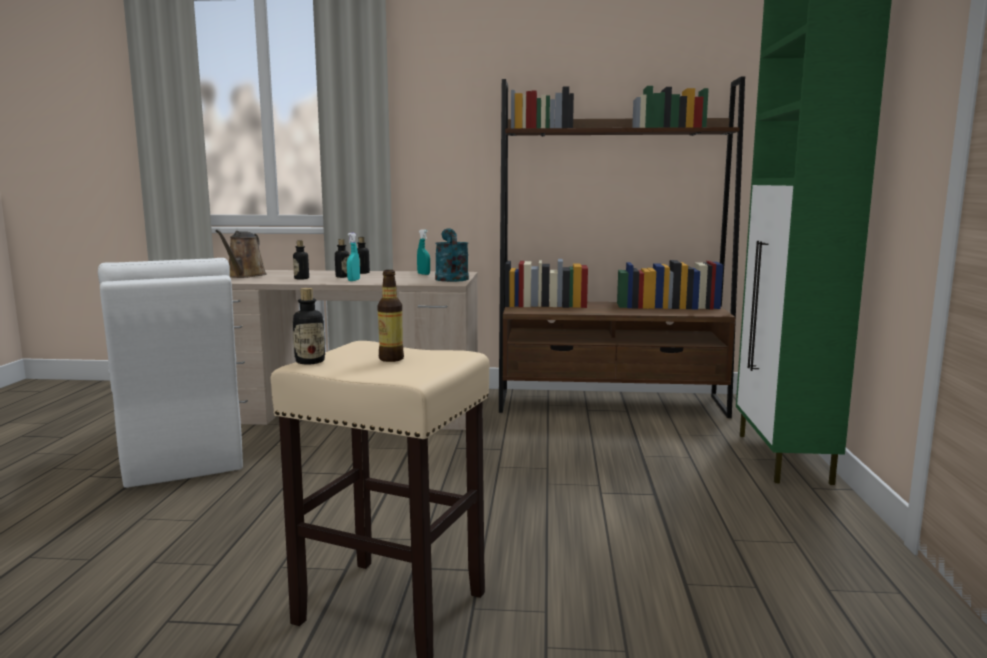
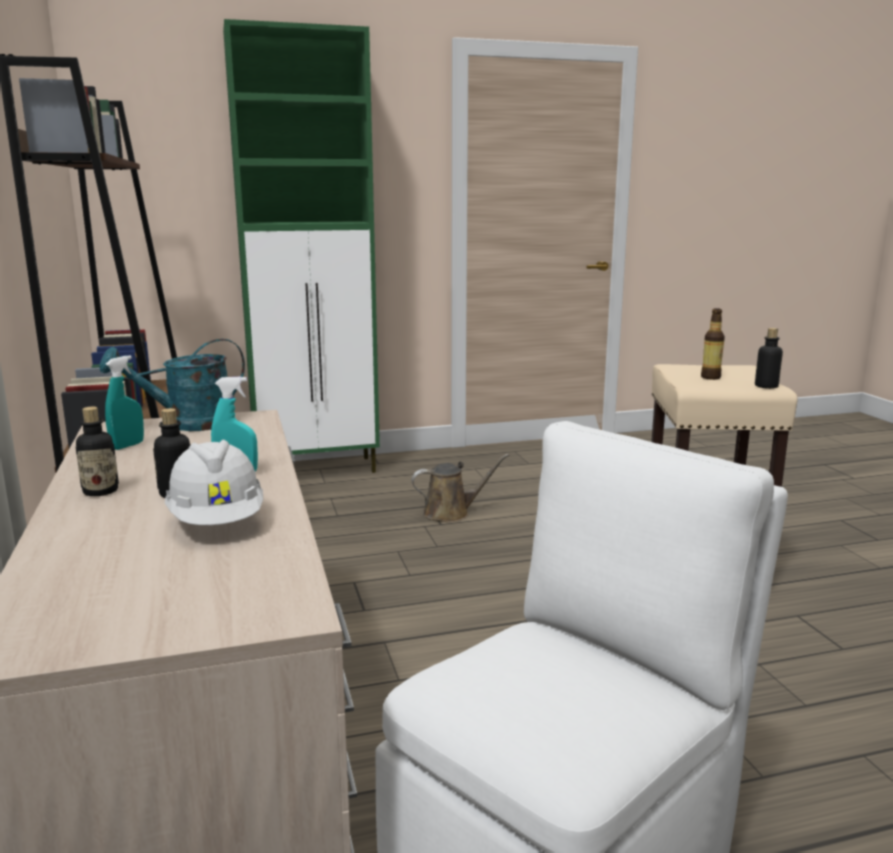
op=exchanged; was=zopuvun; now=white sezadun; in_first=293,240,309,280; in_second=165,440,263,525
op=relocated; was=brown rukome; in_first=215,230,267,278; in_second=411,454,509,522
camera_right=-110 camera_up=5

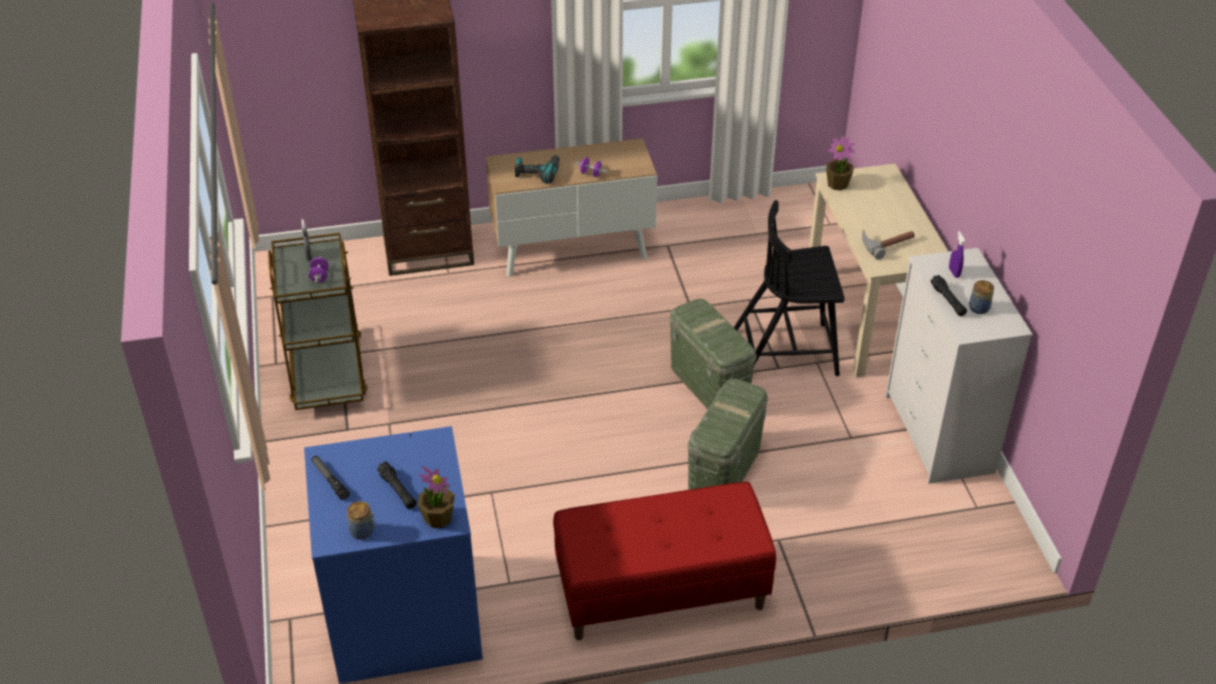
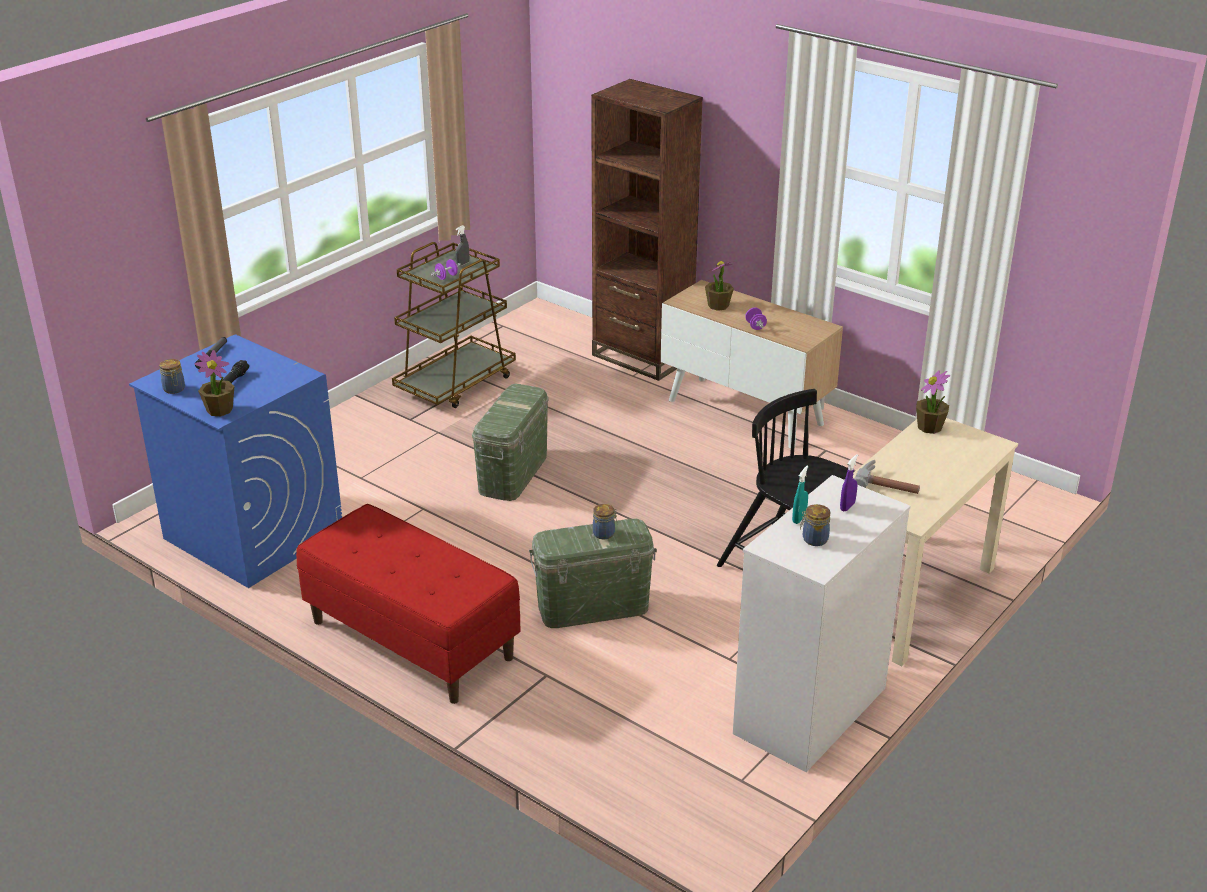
op=relocated; was=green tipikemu; in_first=669,298,757,409; in_second=472,384,549,501
op=appeared; now=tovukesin; in_second=593,504,618,539
op=exchanged; was=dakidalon; now=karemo; in_first=515,155,560,184; in_second=705,261,734,311
op=exchanged; was=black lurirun; now=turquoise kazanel; in_first=930,275,967,316; in_second=792,466,808,524
camera_right=50 camera_up=-10

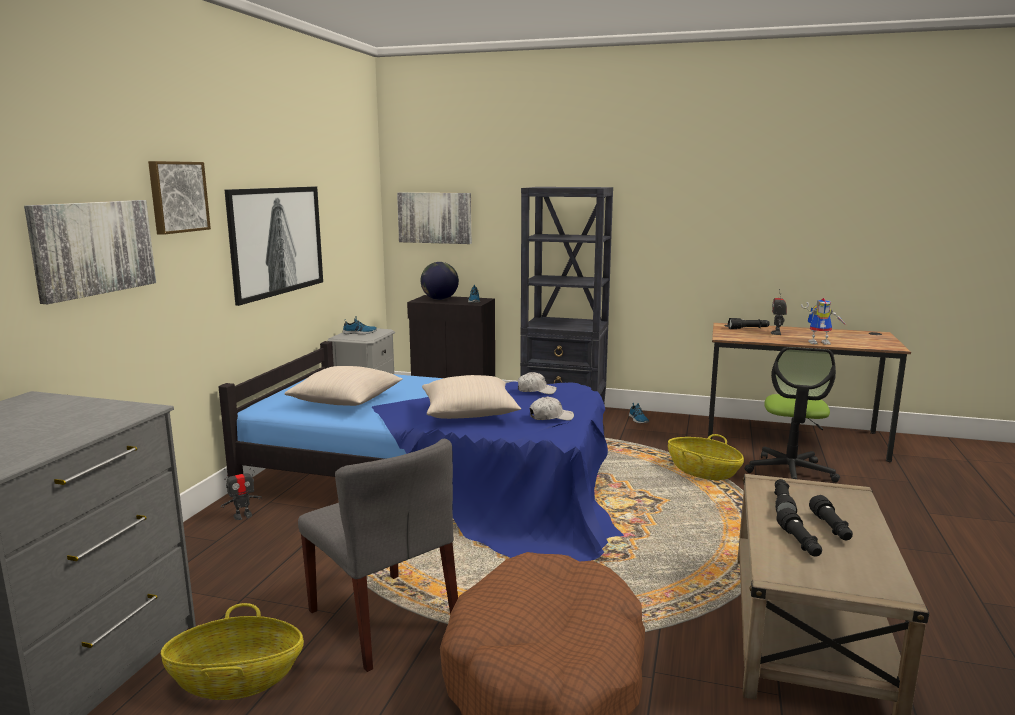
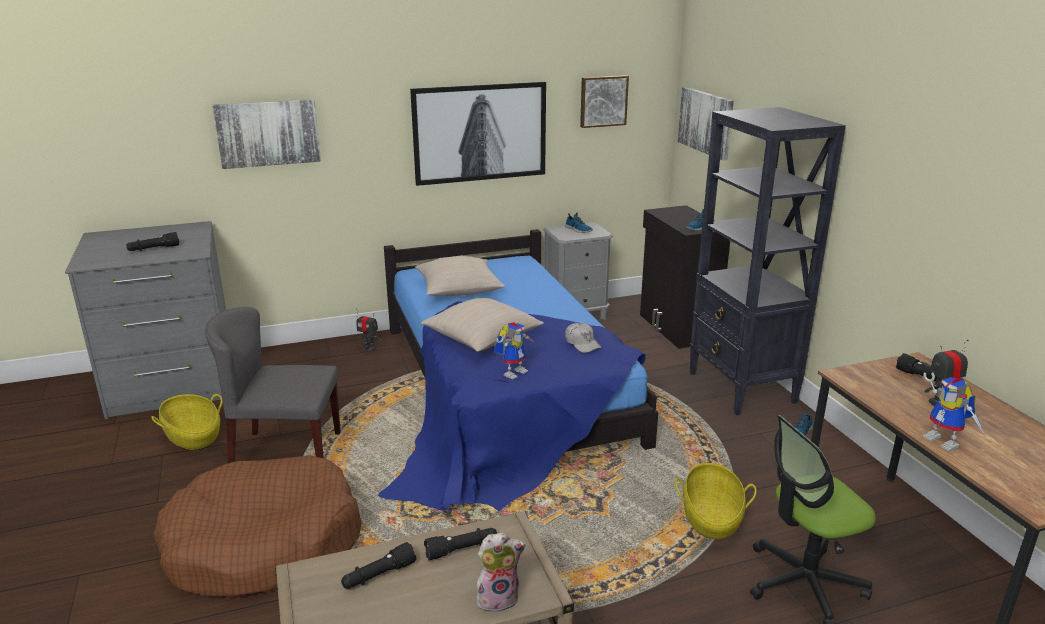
op=relocated; was=black lurirun; in_first=809,495,853,540; in_second=126,232,179,251
op=spun; was=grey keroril; in_first=298,439,458,672; in_second=205,307,341,463; clockwise=75
op=appeared; now=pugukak; in_second=476,532,526,613
op=exchanged; was=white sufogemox; now=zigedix; in_first=530,397,574,421; in_second=494,322,534,380
op=relocated; was=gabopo; in_first=148,161,211,235; in_second=580,75,629,128
op=missing; was=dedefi; in_first=421,262,459,300
camera_right=55 camera_up=10

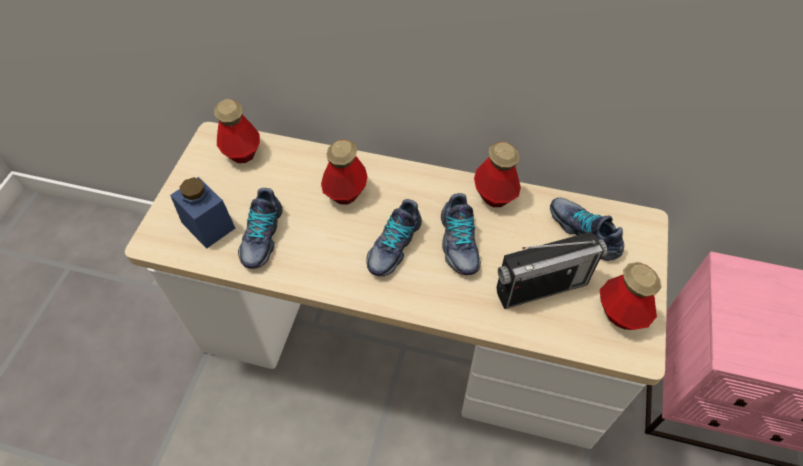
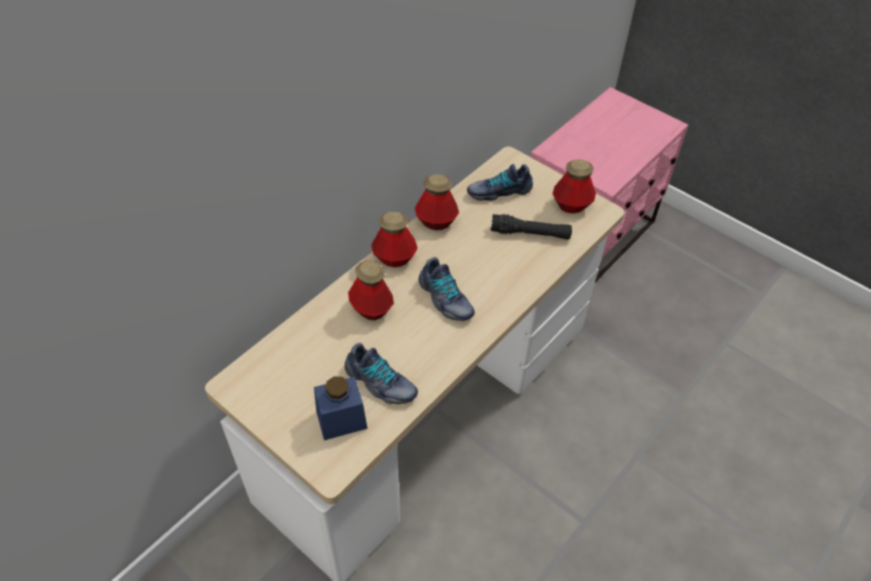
op=relocated; was=zopuvun; in_first=214,99,260,163; in_second=371,212,418,267
op=exchanged; was=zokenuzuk; now=black lurirun; in_first=496,232,608,309; in_second=491,214,572,240
op=missing; was=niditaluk; in_first=441,193,481,275
camera_right=-65 camera_up=-5

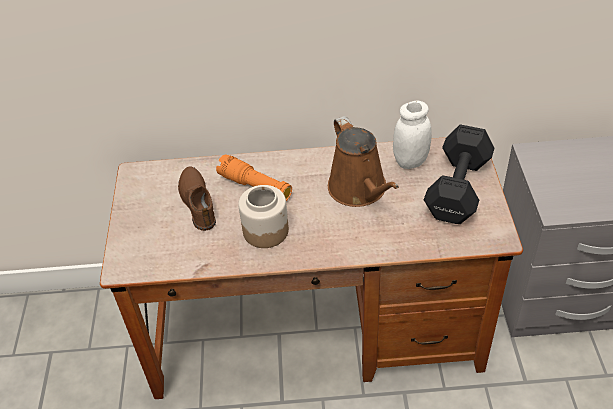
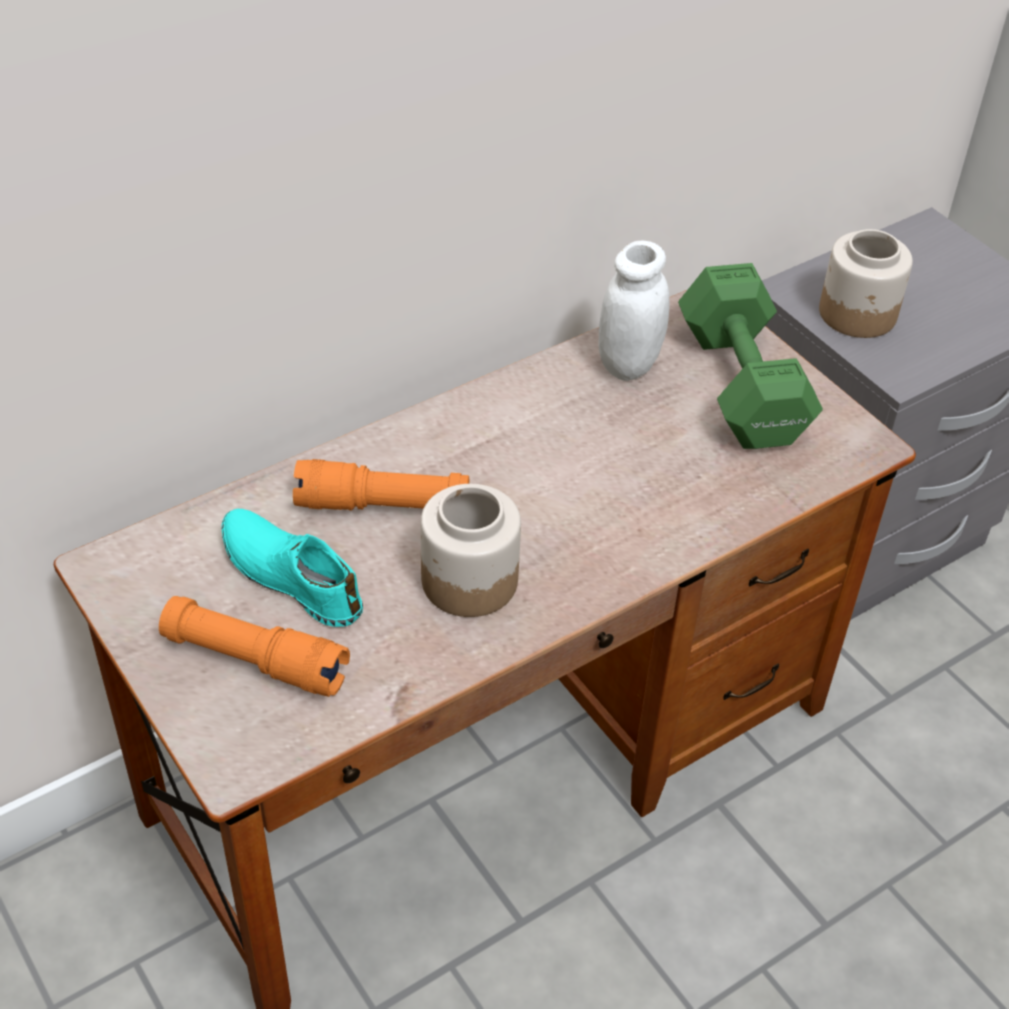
op=appeared; now=orange lurirun; in_second=159,596,350,697
op=colour; was=brown niditaluk; now=turquoise niditaluk; in_first=178,166,216,231; in_second=222,509,363,627
op=colour; was=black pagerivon; now=green pagerivon; in_first=424,124,495,224; in_second=678,263,823,449
op=appeared; now=tovukesin; in_second=819,229,913,338
op=missing; was=brown rukome; in_first=328,116,399,207
camera_right=-35 camera_up=0

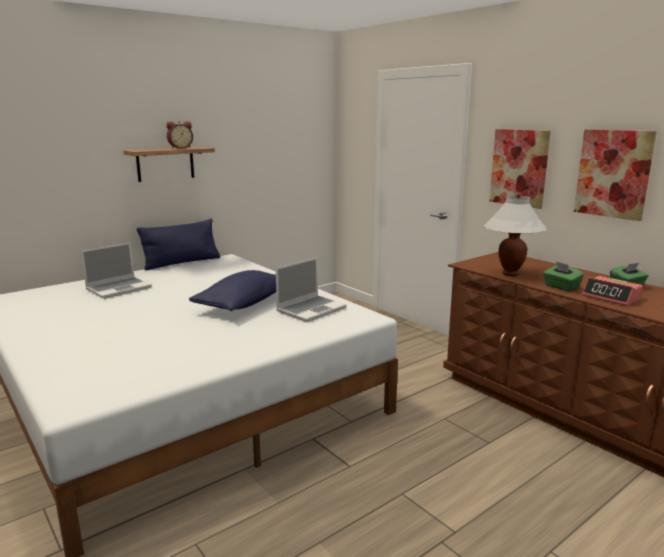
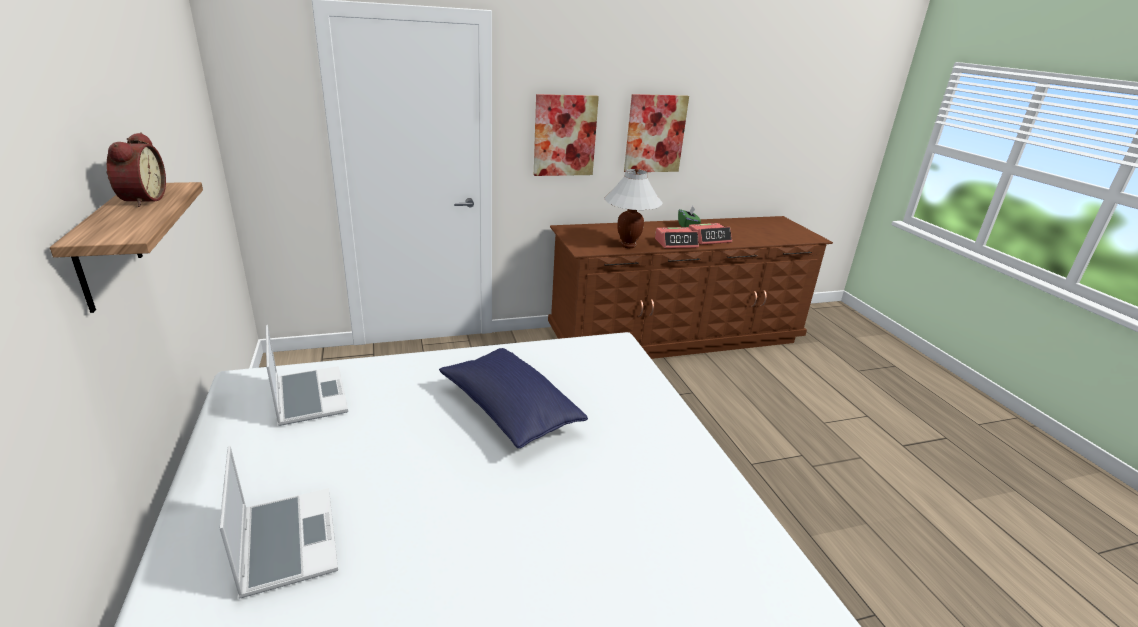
op=relocated; was=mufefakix; in_first=276,257,347,322; in_second=266,325,348,426
op=exchanged; was=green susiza; now=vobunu; in_first=543,261,584,291; in_second=655,227,699,248
op=missing; was=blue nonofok; in_first=137,219,220,270
camera_right=-70 camera_up=10

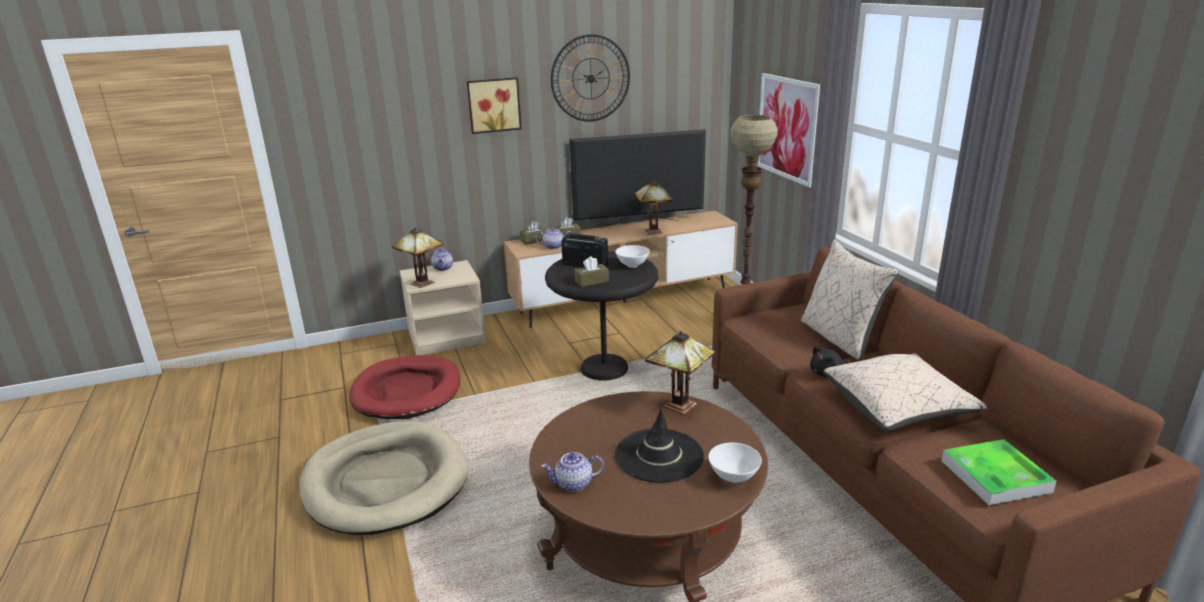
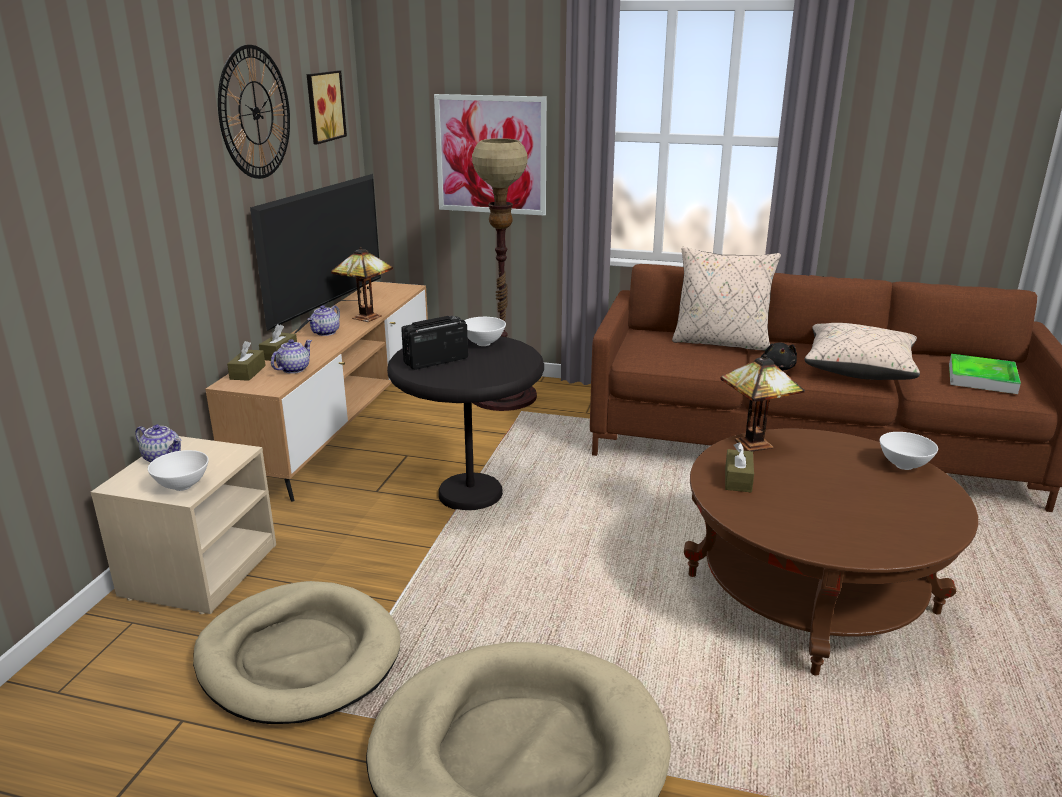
op=exchanged; was=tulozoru; now=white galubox; in_first=392,227,444,288; in_second=148,450,209,491
op=colour; was=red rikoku; now=beige rikoku; in_first=349,355,461,419; in_second=193,581,401,724
op=relocated; was=gabopo; in_first=467,77,522,134; in_second=307,71,347,144
op=relocated; was=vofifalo; in_first=541,452,604,492; in_second=307,305,340,336
op=relocated; was=brown susiza; in_first=574,256,609,287; in_second=725,442,754,492
op=missing; was=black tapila; in_first=615,408,704,483
camera_right=-55 camera_up=0

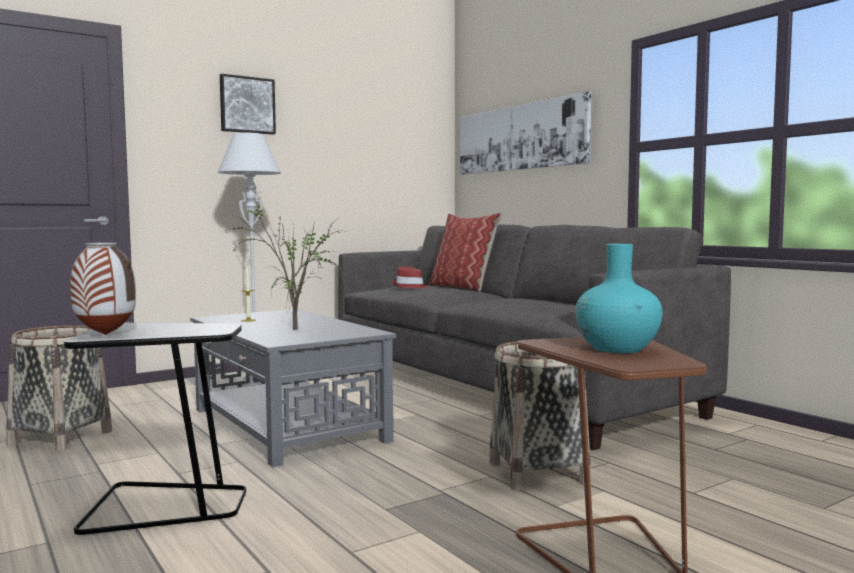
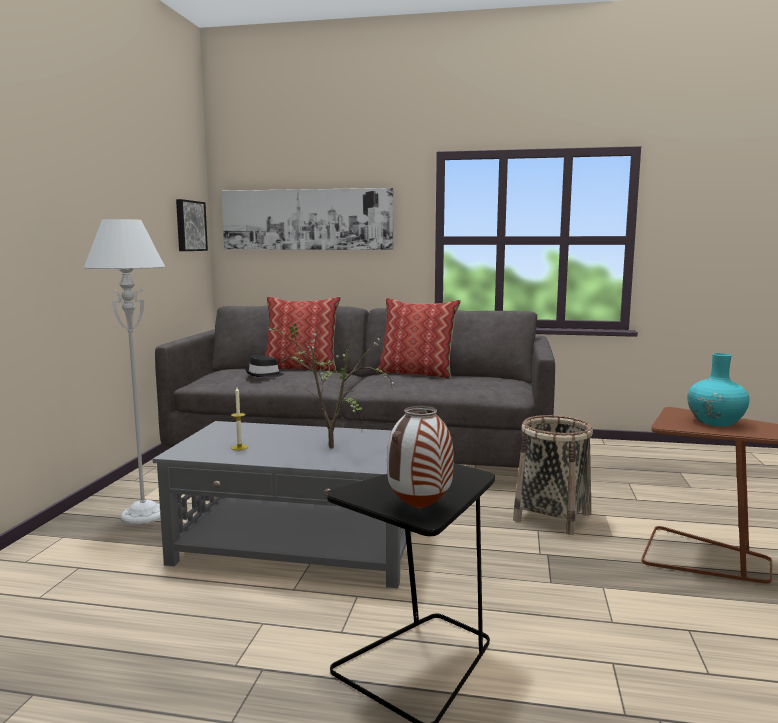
op=relocated; was=gabopo; in_first=220,74,276,135; in_second=176,199,208,251
op=colour; was=red tapila; now=black tapila; in_first=392,267,428,288; in_second=245,355,284,377
op=appeared; now=nonofok; in_second=376,298,461,379
op=missing; was=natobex; in_first=6,325,112,451
camera_right=-45 camera_up=5

